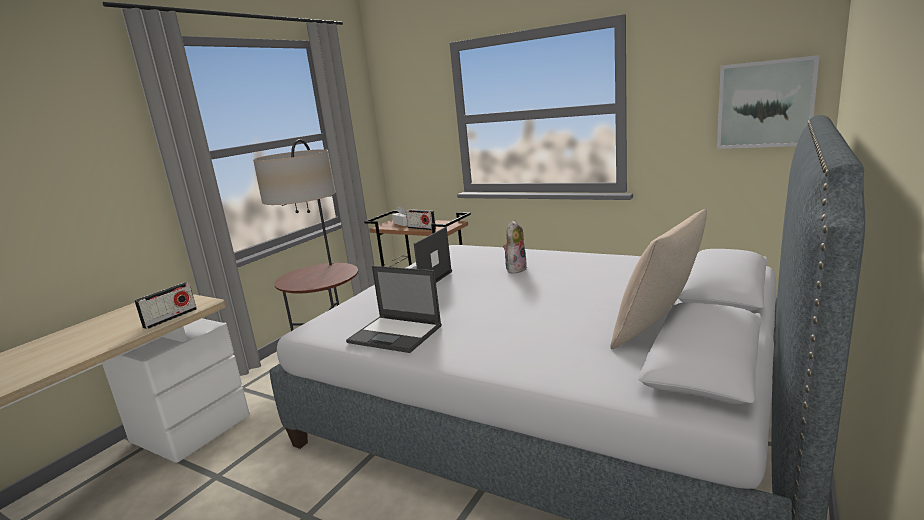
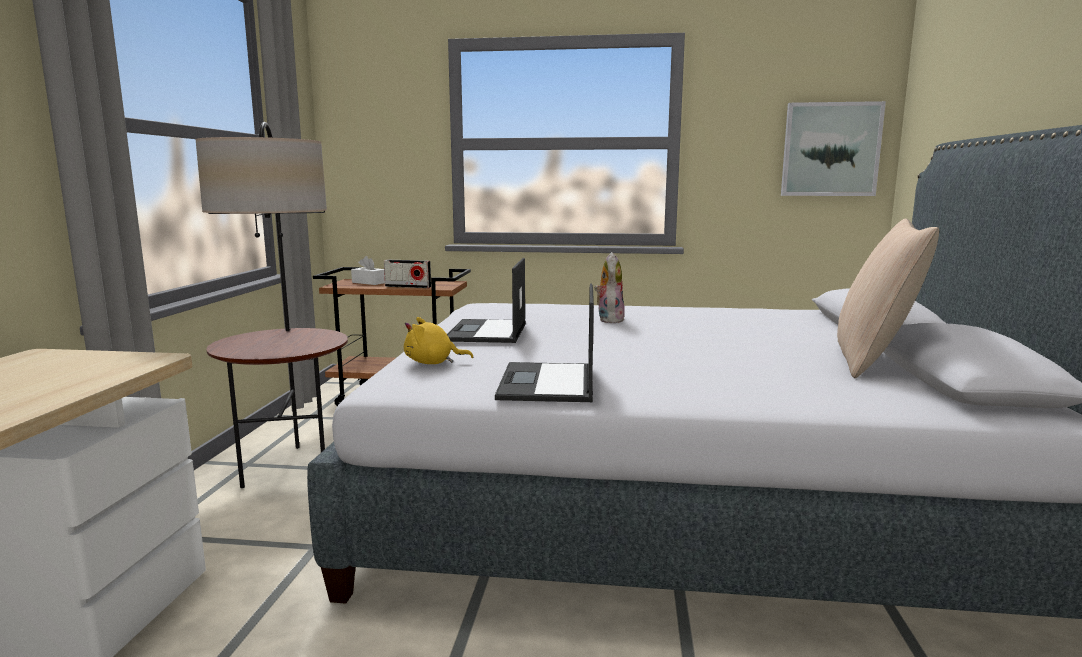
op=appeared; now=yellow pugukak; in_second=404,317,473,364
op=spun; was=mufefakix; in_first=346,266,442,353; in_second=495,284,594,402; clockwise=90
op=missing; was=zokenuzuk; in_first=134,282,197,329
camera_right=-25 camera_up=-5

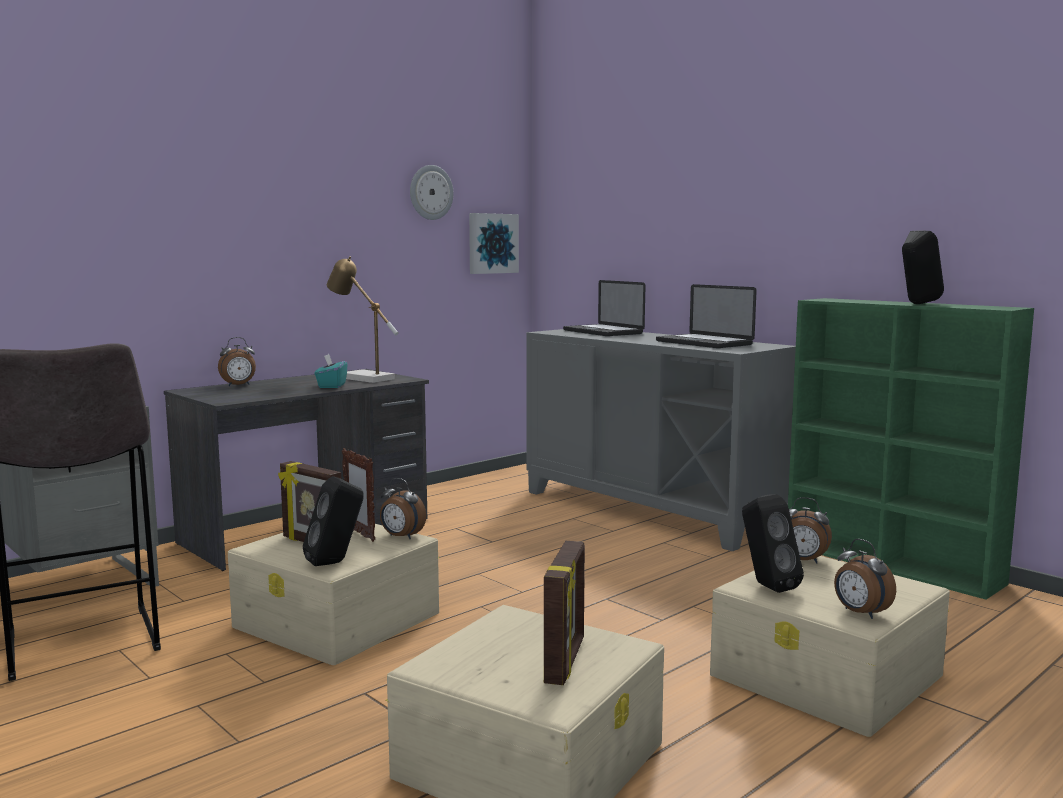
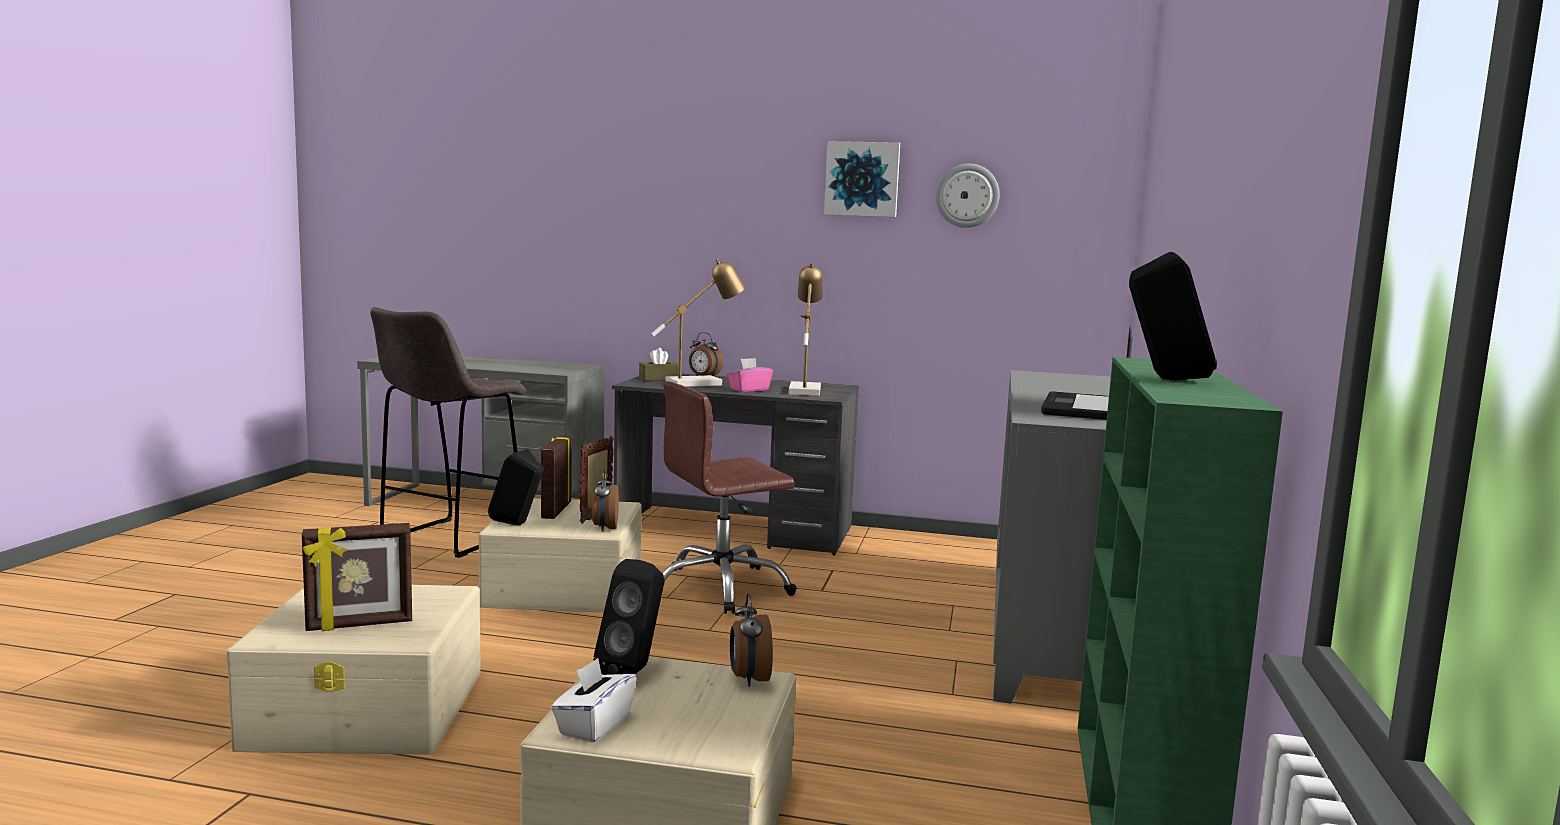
op=exchanged; was=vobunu; now=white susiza; in_first=834,539,896,619; in_second=551,658,637,743
op=appeared; now=brown susiza; in_second=639,348,678,381
op=appeared; now=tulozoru; in_second=651,259,745,387
op=appeared; now=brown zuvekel; in_second=663,381,797,614
op=colour; was=turquoise susiza; now=pink susiza; in_first=315,354,348,388; in_second=727,358,773,392
op=relocated; was=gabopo; in_first=469,213,519,274; in_second=824,141,900,217
op=missing; was=mufefakix; in_first=563,280,645,336
camera_right=55 camera_up=0

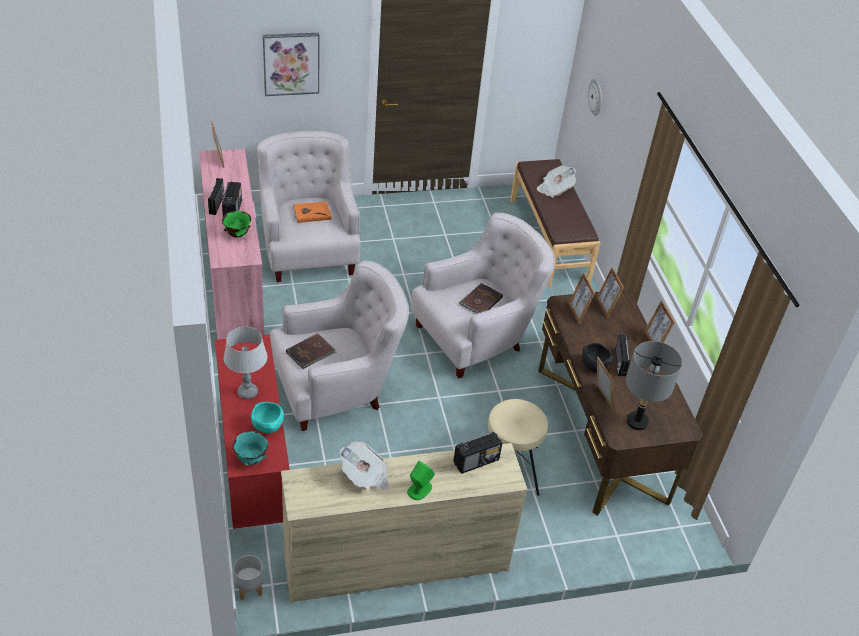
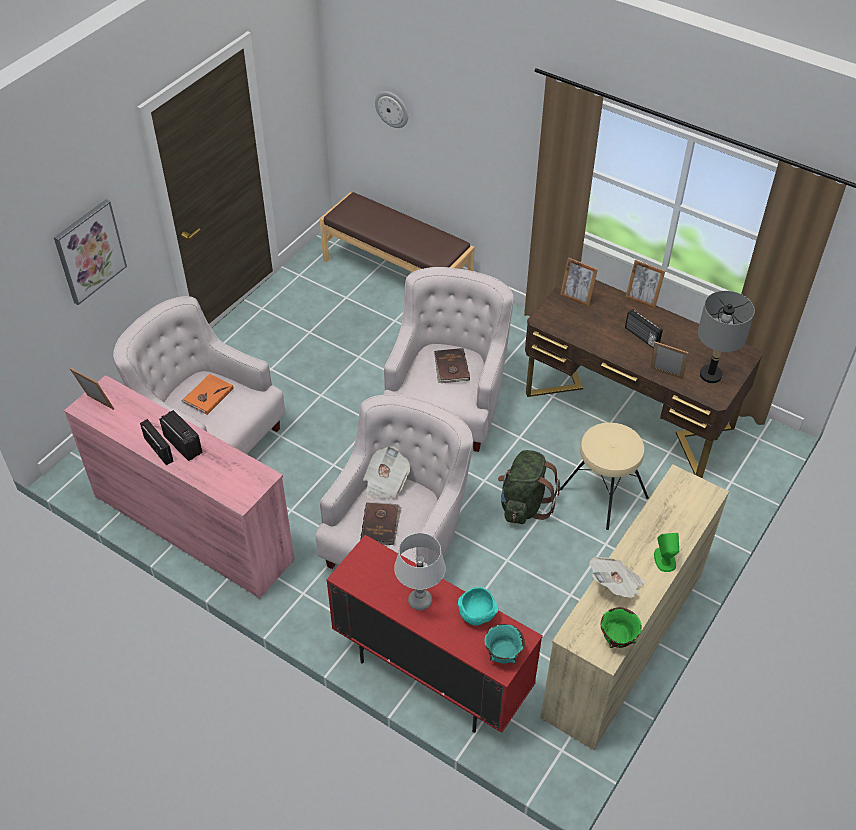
op=relocated; was=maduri; in_first=537,165,576,198; in_second=363,446,410,500
op=appeared; now=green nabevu; in_second=498,450,560,524
op=relocated; was=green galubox; in_first=222,211,251,237; in_second=601,607,641,648
op=missing; was=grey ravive; in_first=233,555,263,600
op=missing; was=zokenuzuk; in_first=453,432,502,474
op=missing; was=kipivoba; in_first=569,273,595,324
op=missing; was=black galubox; in_first=582,343,613,373
camera_right=-40 camera_up=5

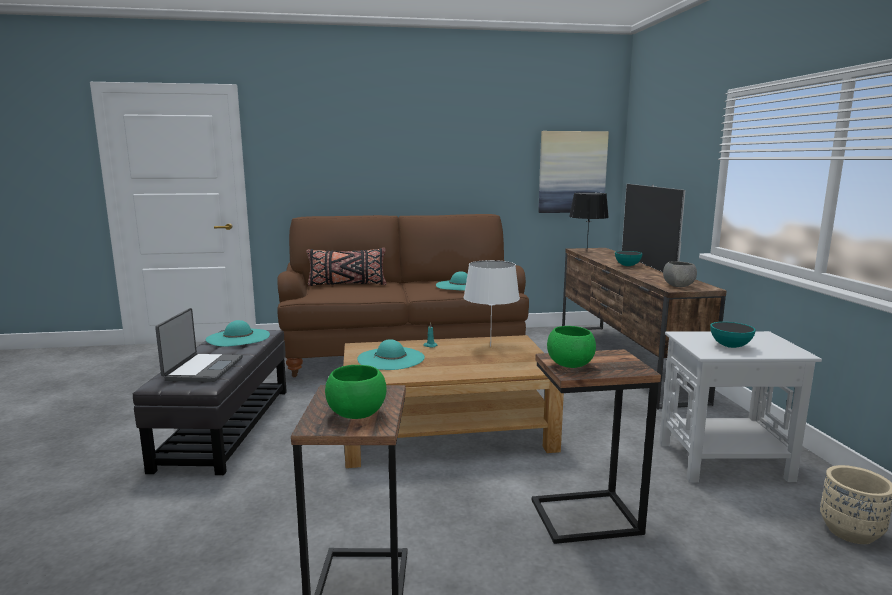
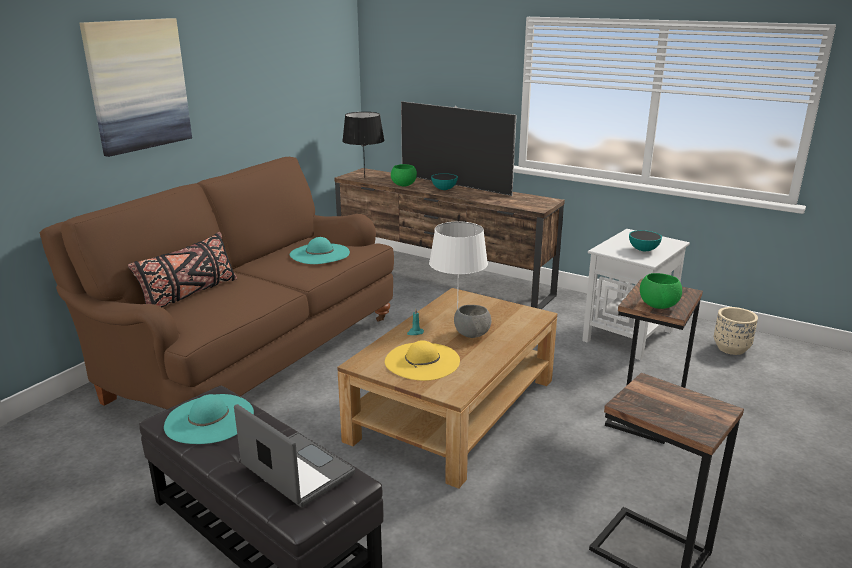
op=relocated; was=gabopo; in_first=538,131,609,213; in_second=80,18,192,157
op=colour; was=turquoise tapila; now=yellow tapila; in_first=357,339,425,370; in_second=385,340,460,381
op=relocated; was=green galubox; in_first=325,365,387,419; in_second=391,164,417,187
op=relocated; was=grey galubox; in_first=663,261,697,287; in_second=454,305,491,338
camera_right=-50 camera_up=10

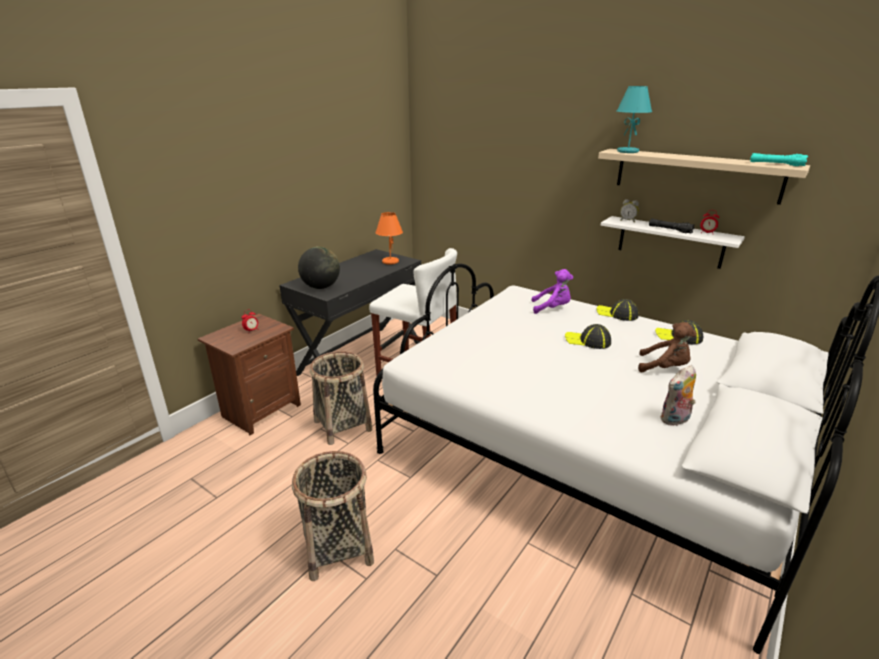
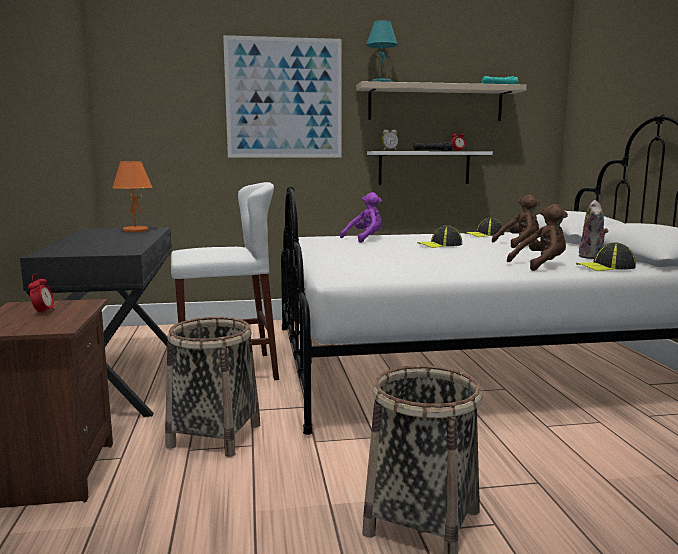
op=appeared; now=gabopo; in_second=223,35,342,158
op=appeared; now=brown pugukak; in_second=507,204,568,271
op=relocated; was=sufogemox; in_first=597,299,639,321; in_second=576,243,636,271
op=missing; was=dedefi; in_first=298,247,340,289
camera_right=-45 camera_up=-15

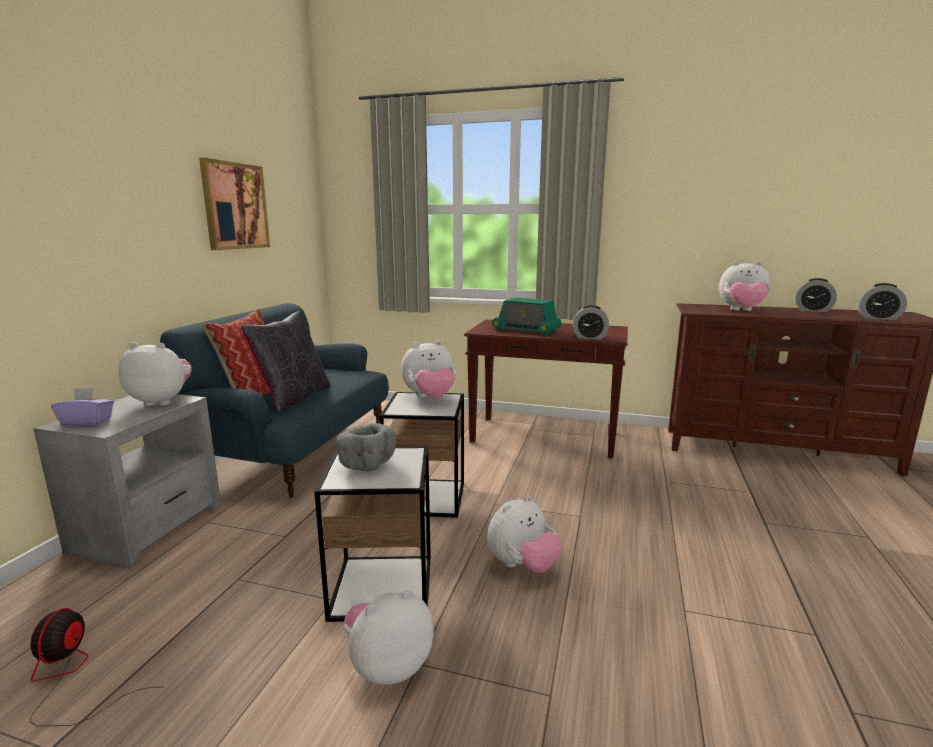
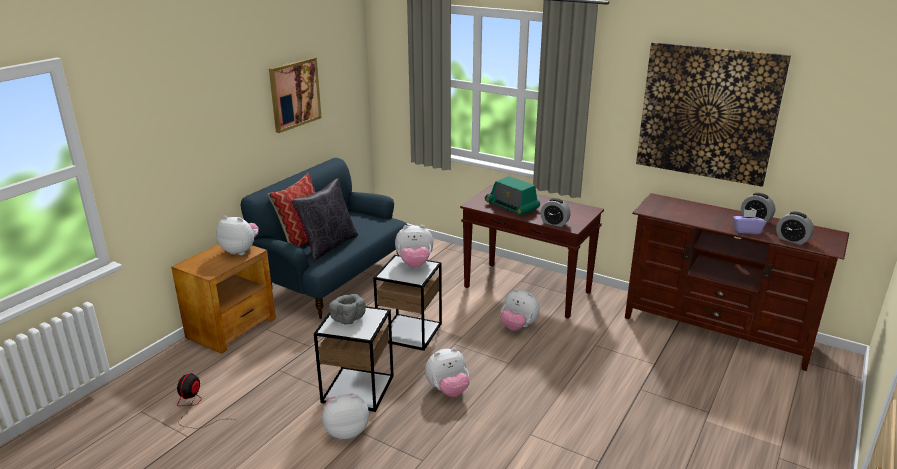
op=colour; was=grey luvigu; now=brown luvigu; in_first=33,394,221,569; in_second=171,244,276,354
op=relocated; was=pugukak; in_first=719,261,770,311; in_second=500,289,540,330
op=appeared; now=gabopo; in_second=636,42,791,187
op=relocated; was=purple susiza; in_first=51,388,114,426; in_second=733,209,766,234
camera_right=15 camera_up=10

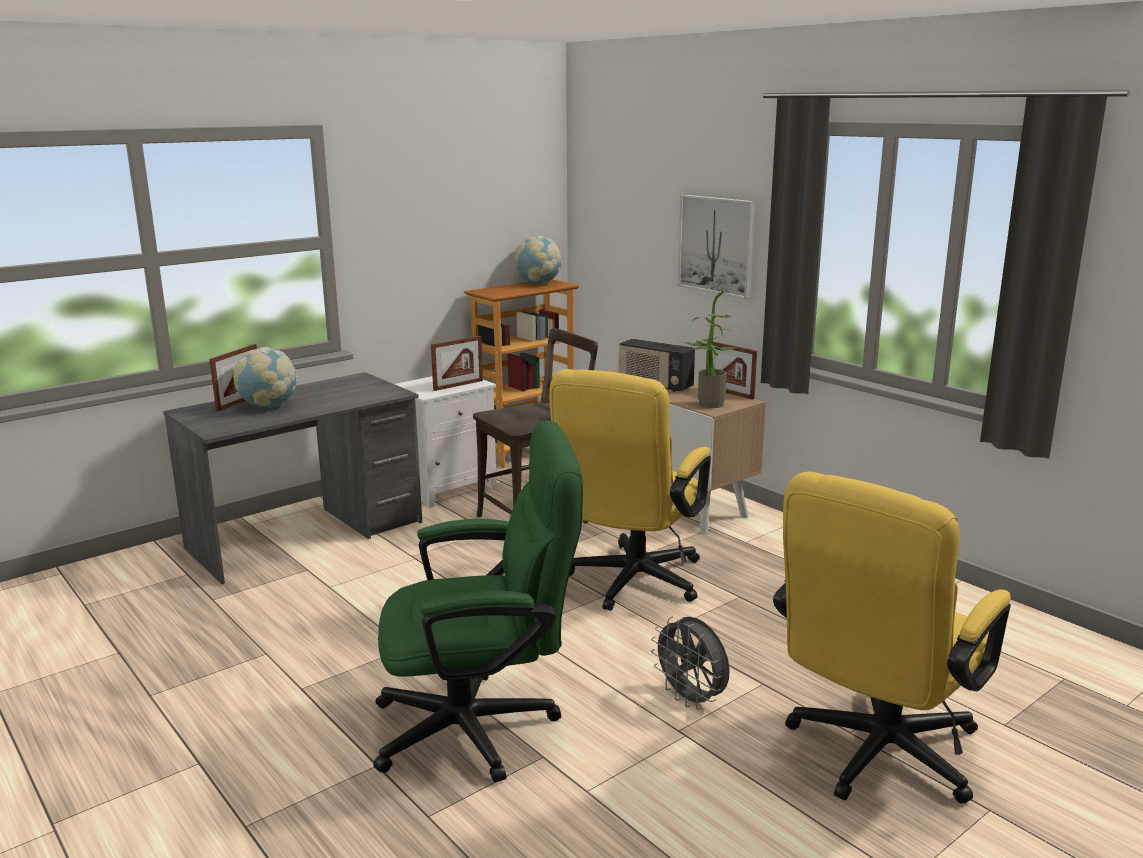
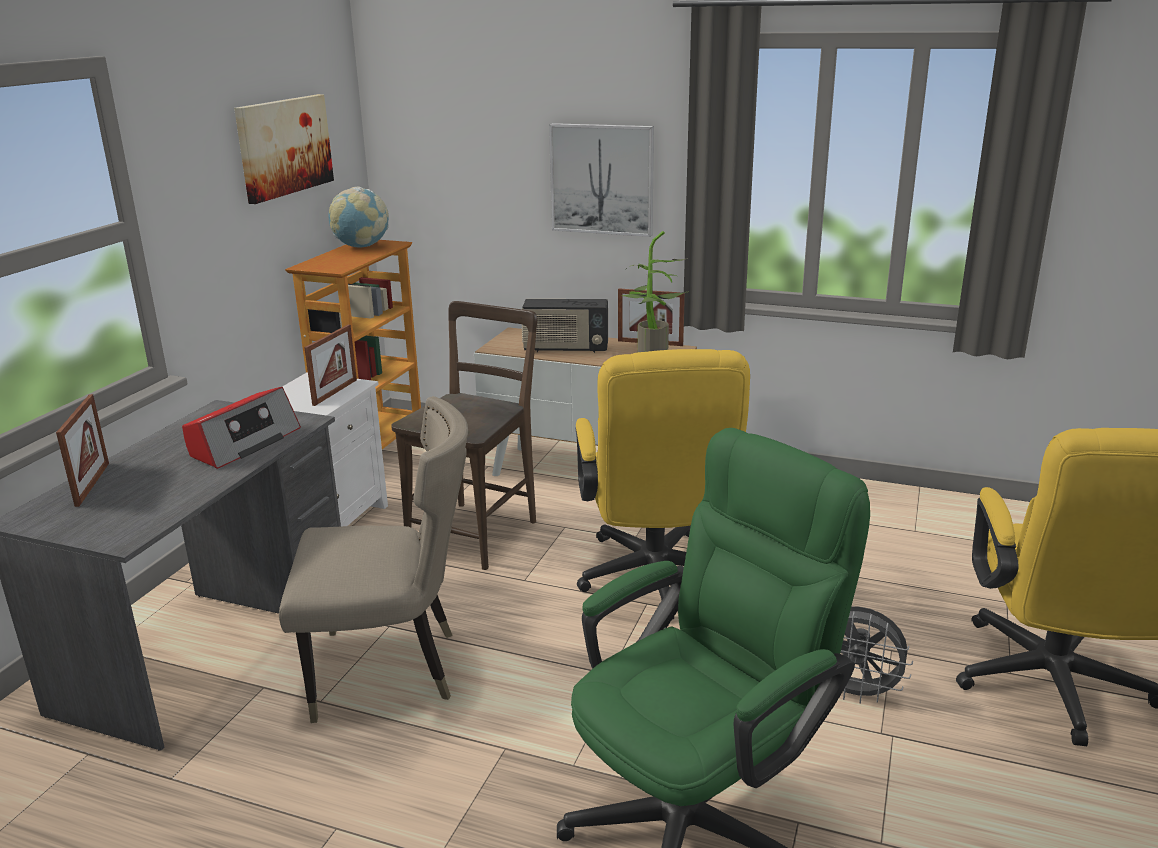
op=appeared; now=zokenuzuk; in_second=182,387,301,469
op=appeared; now=gabopo; in_second=234,94,334,204
op=appeared; now=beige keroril; in_second=279,396,468,723
op=missing; was=dedefi; in_first=233,347,298,408
camera_right=-30 camera_up=5

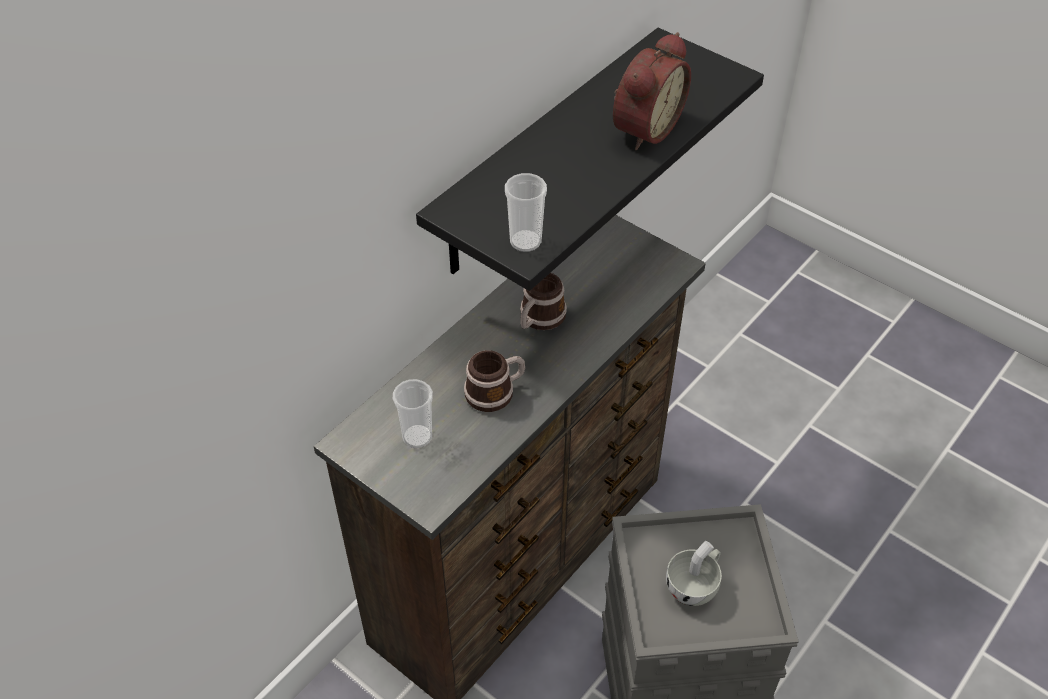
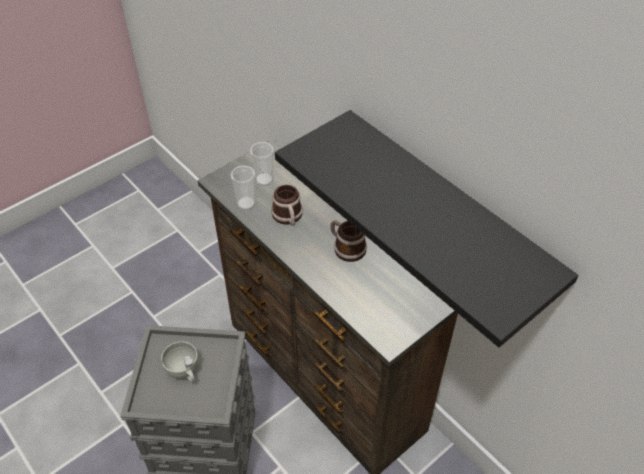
op=relocated; was=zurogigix; in_first=505,173,547,252; in_second=231,165,255,210
op=missing; was=vobunu; in_first=613,32,691,150
camera_right=100 camera_up=0

